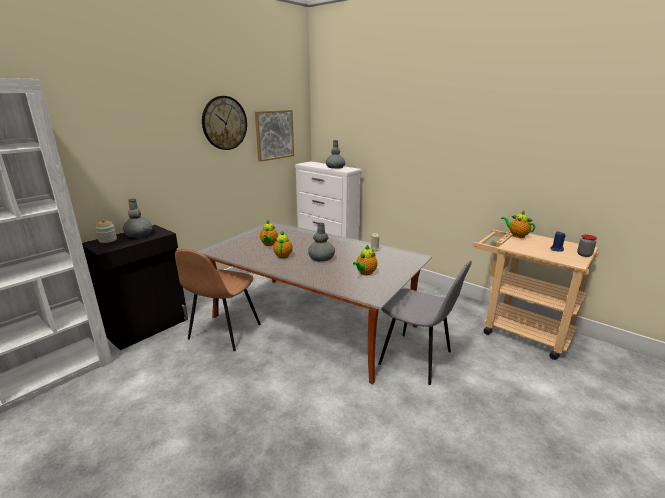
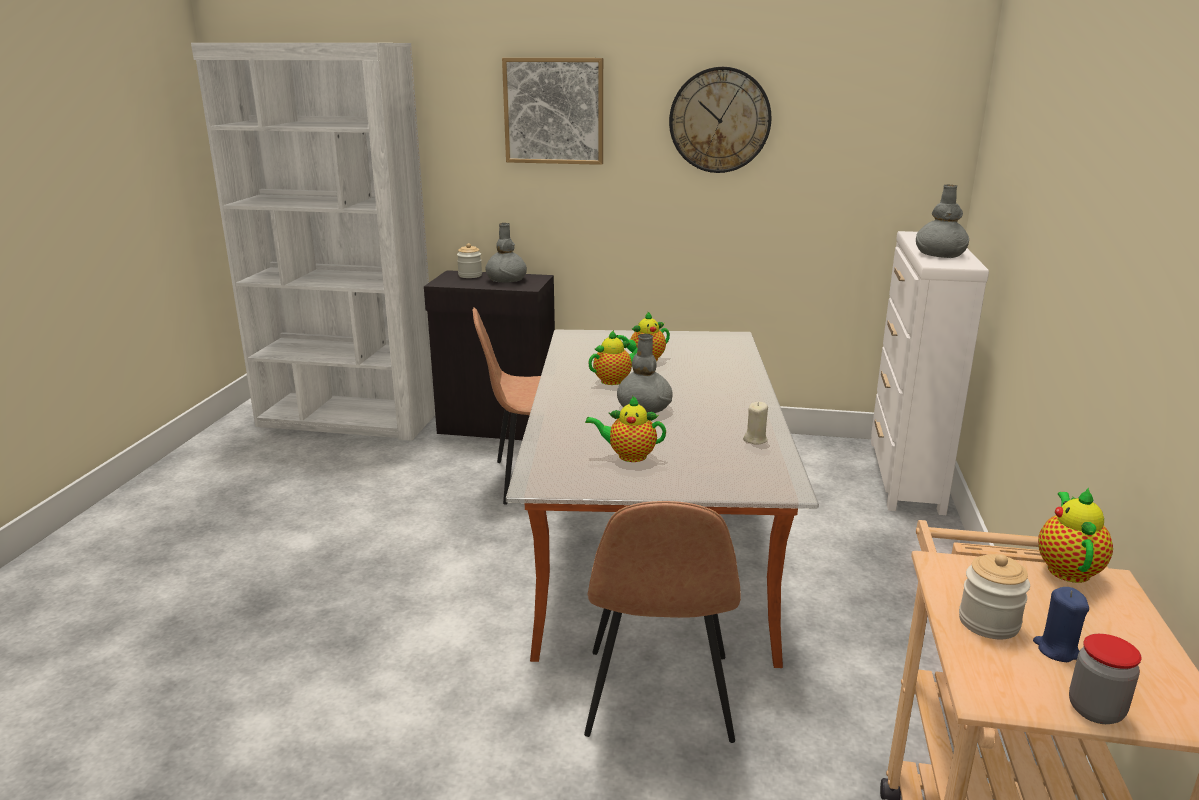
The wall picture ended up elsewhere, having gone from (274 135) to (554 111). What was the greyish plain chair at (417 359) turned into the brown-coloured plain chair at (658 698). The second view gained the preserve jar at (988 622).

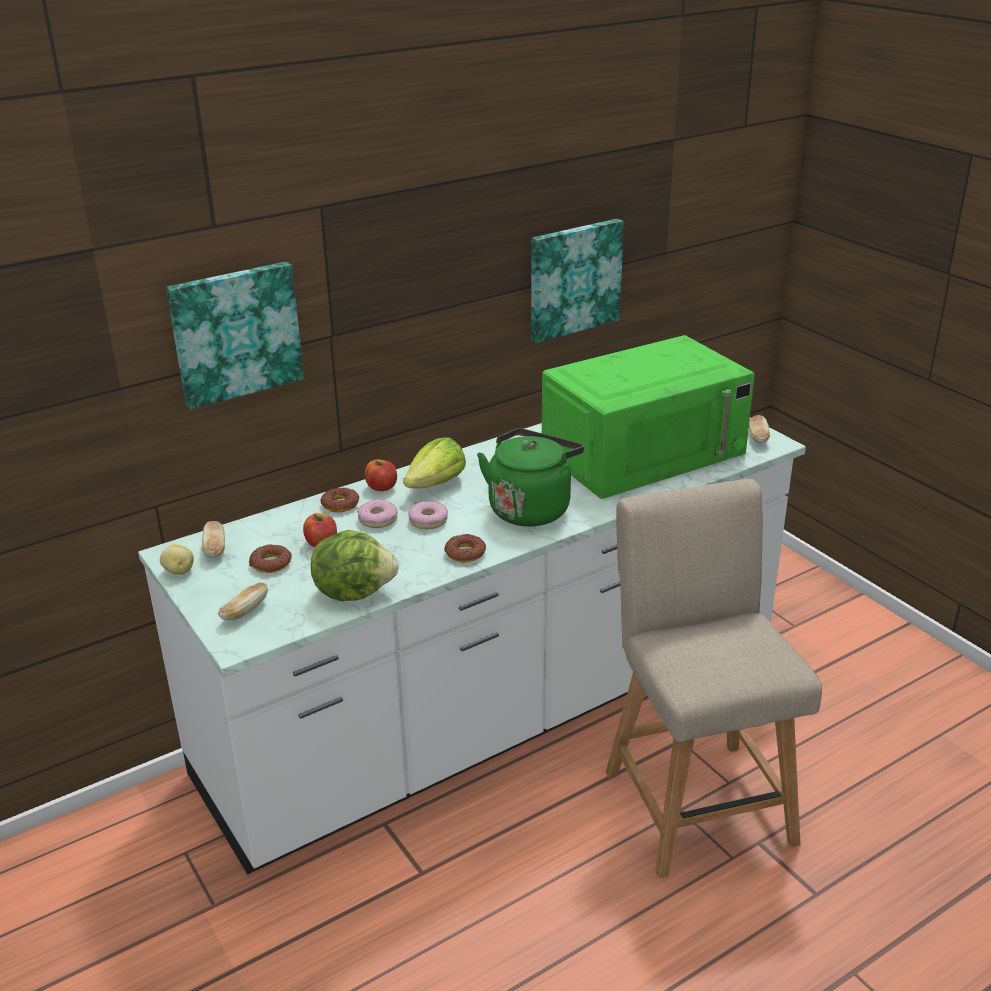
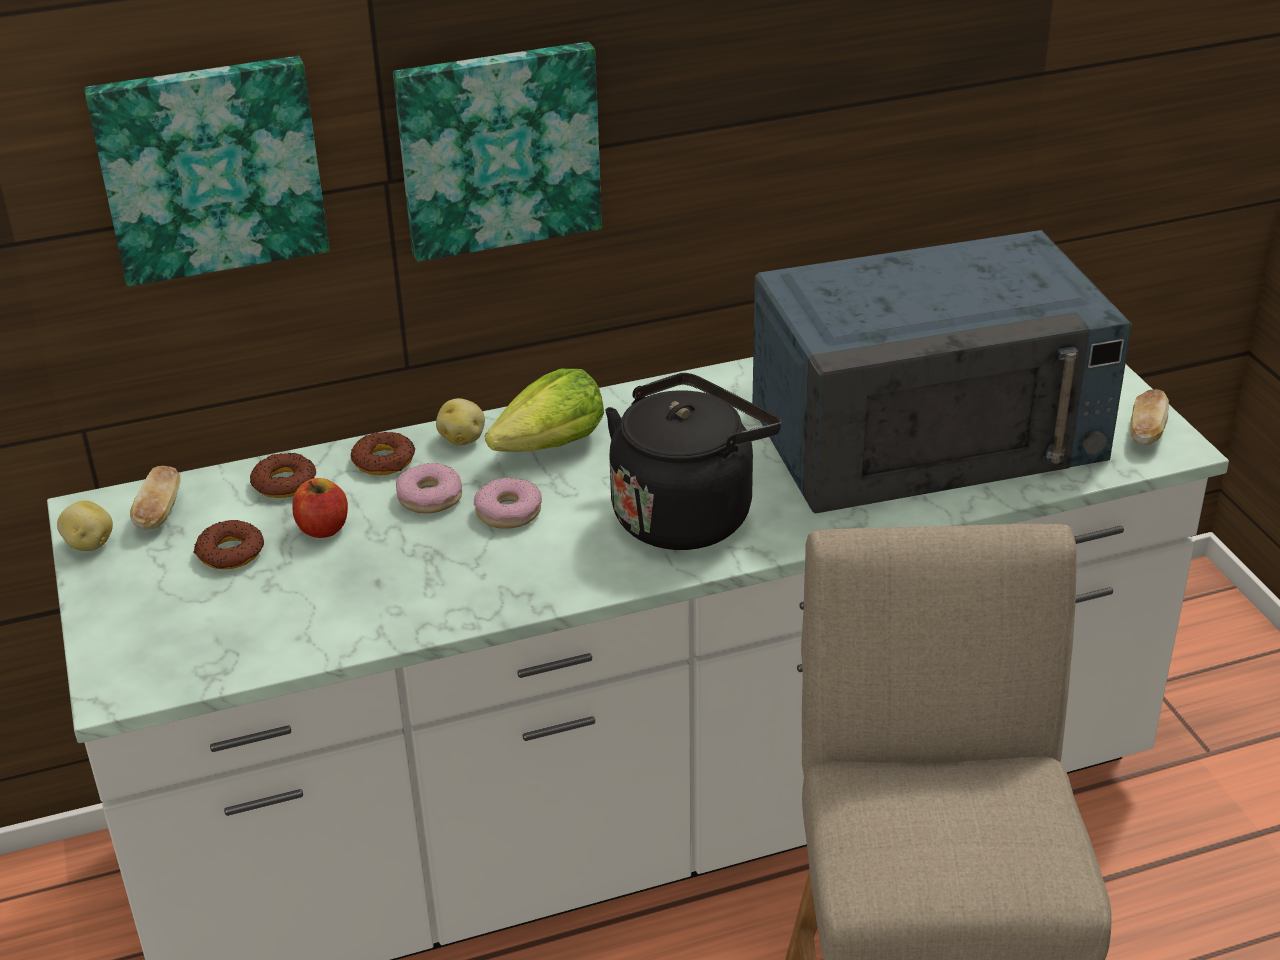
The ring doughnut ended up elsewhere, having gone from (465 553) to (284 482). The wall picture ended up elsewhere, having gone from (573 278) to (498 148). Where the whole apple stood at (382 487), the whole potato came to stand at (462 438). What was the greenish tea kettle at (531 508) turned into the black-coloured tea kettle at (687 513). What was the greenish microwave oven at (644 451) turned into the blue-coloured microwave oven at (929 431). The second view lost the bread at (244 611). The second view lost the head of lettuce at (354 591).

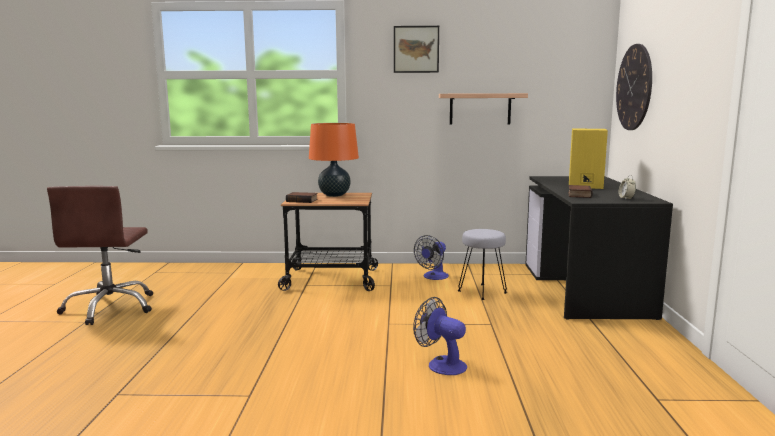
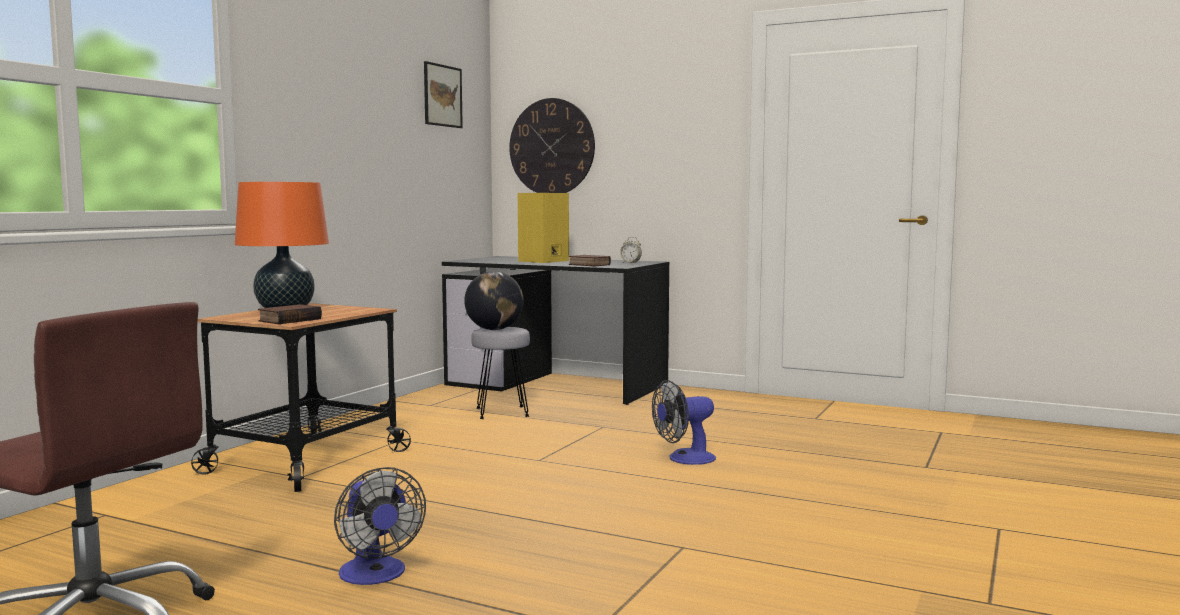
The fan ended up elsewhere, having gone from (433 277) to (376 575). The wall picture ended up elsewhere, having gone from (416 49) to (442 95). The second view gained the world globe at (494 329). The second view lost the wall shelf at (480 109).

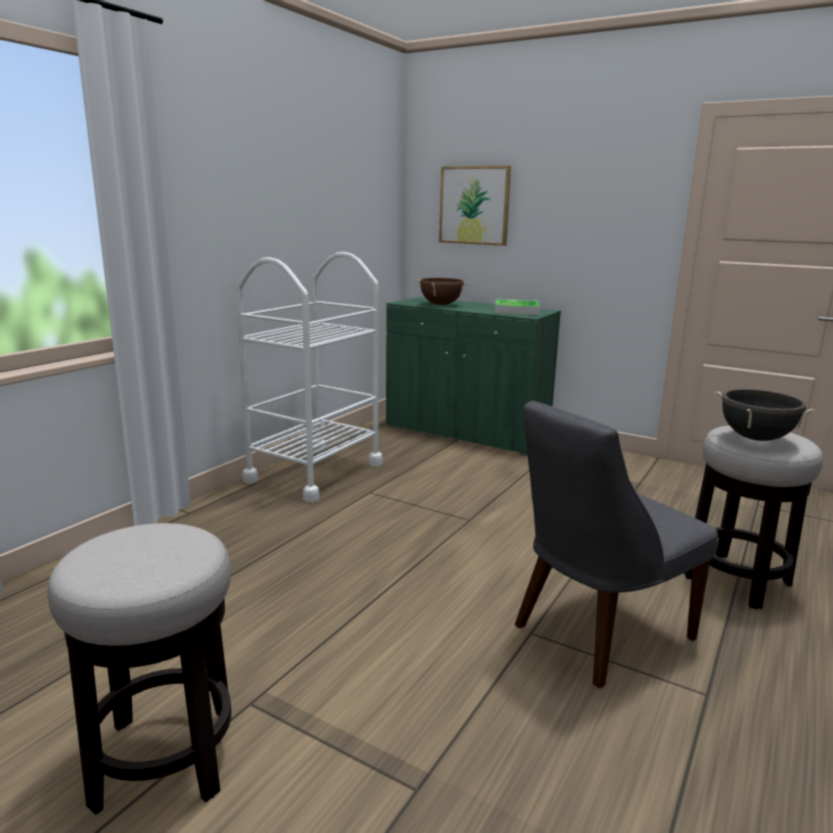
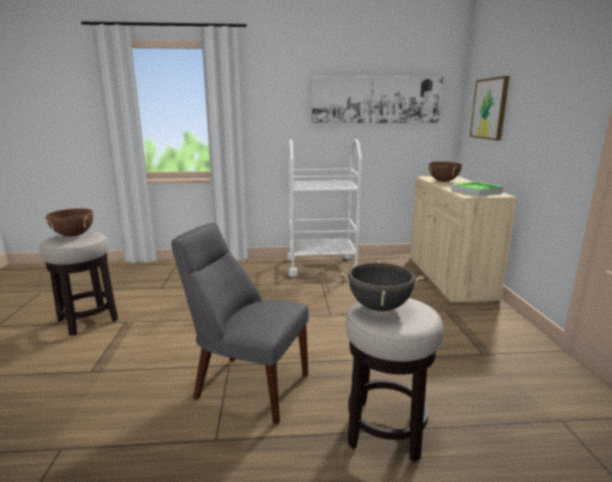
The second view gained the brown-coloured cooking pot at (73 235). The second view gained the wall picture at (376 100). What was the greenish storage cabinet at (466 432) turned into the sand-coloured storage cabinet at (448 278).

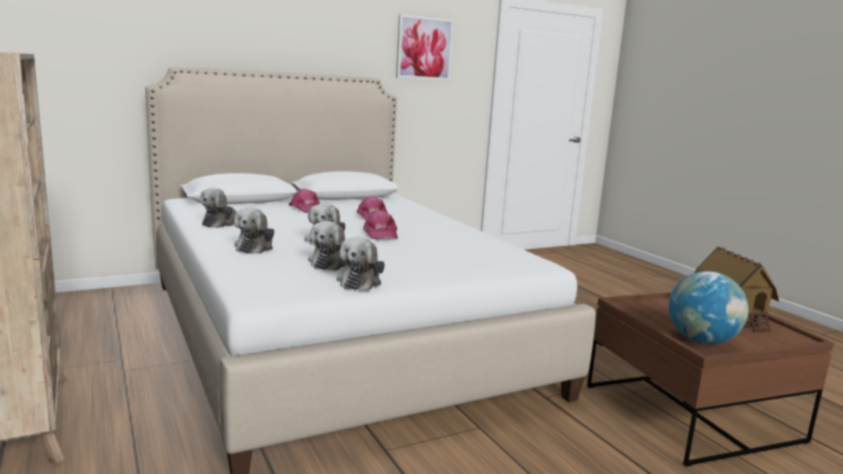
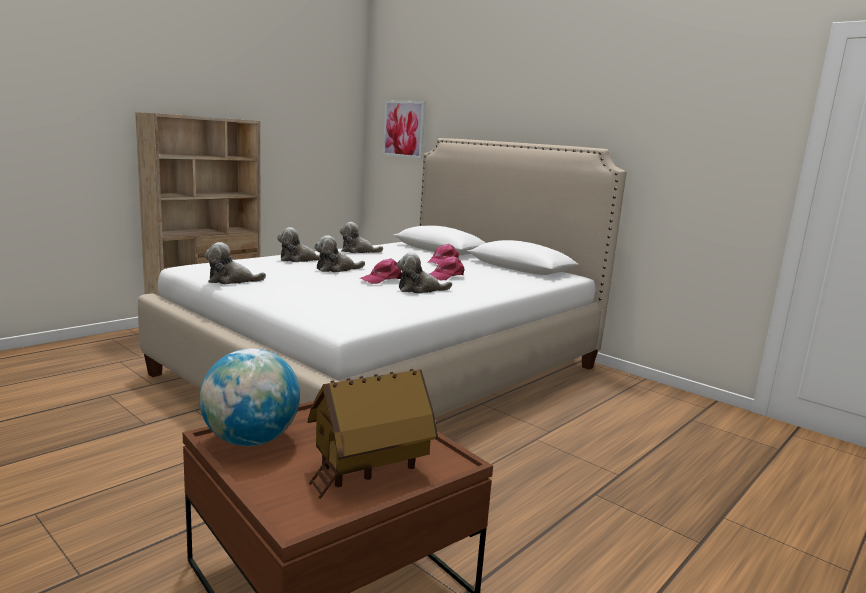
The wall picture ended up elsewhere, having gone from (424 48) to (404 129). The cuddly toy ended up elsewhere, having gone from (330 262) to (419 289).

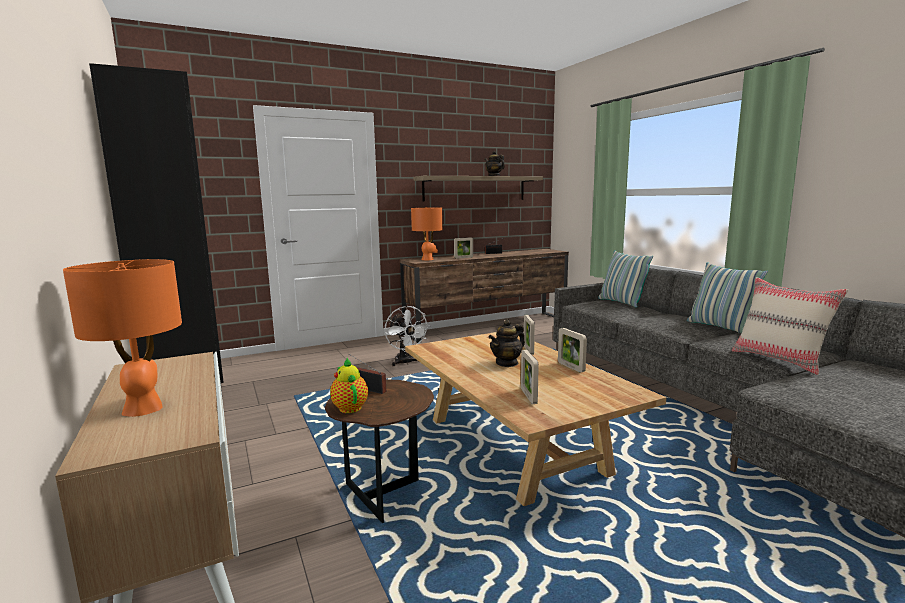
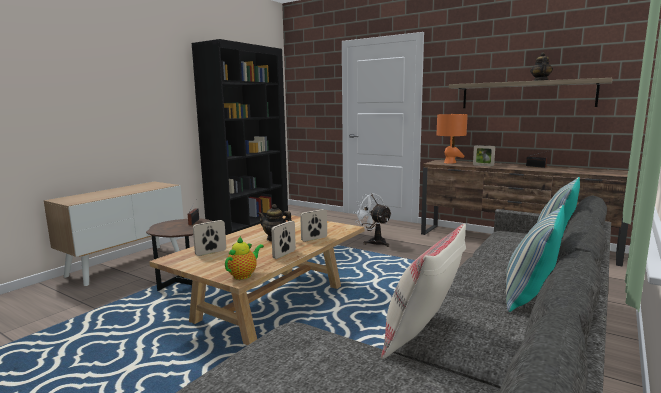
The pot for tea ended up elsewhere, having gone from (349 407) to (244 275). The white-coloured fan at (406 363) ended up facing another way, 105 degrees clockwise from before. The second view lost the orangey table lamp at (143 408).

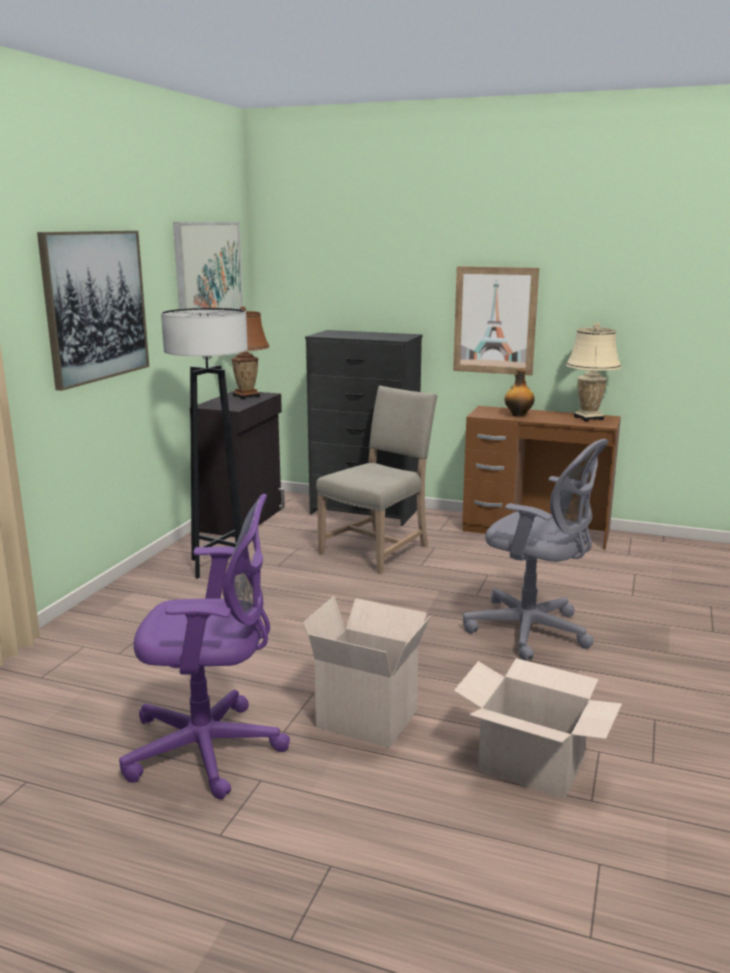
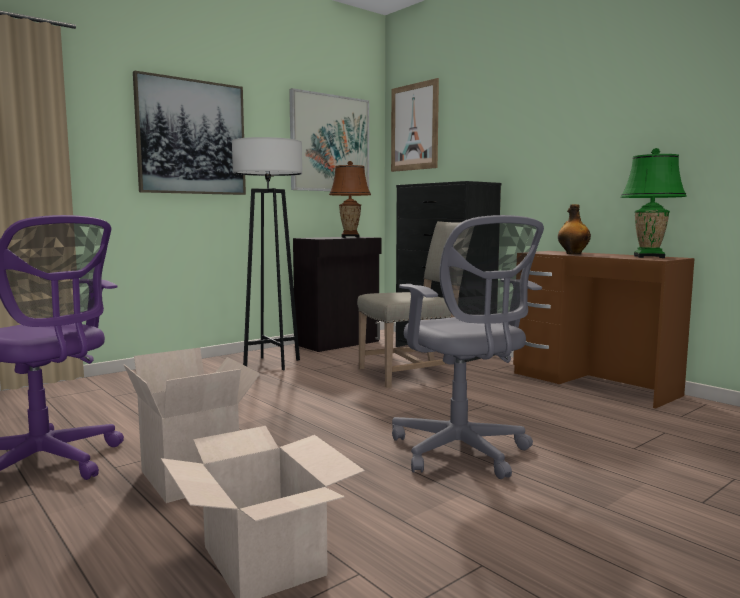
The wall picture ended up elsewhere, having gone from (495 320) to (414 127). What was the sand-coloured table lamp at (588 418) turned into the greenish table lamp at (648 257).

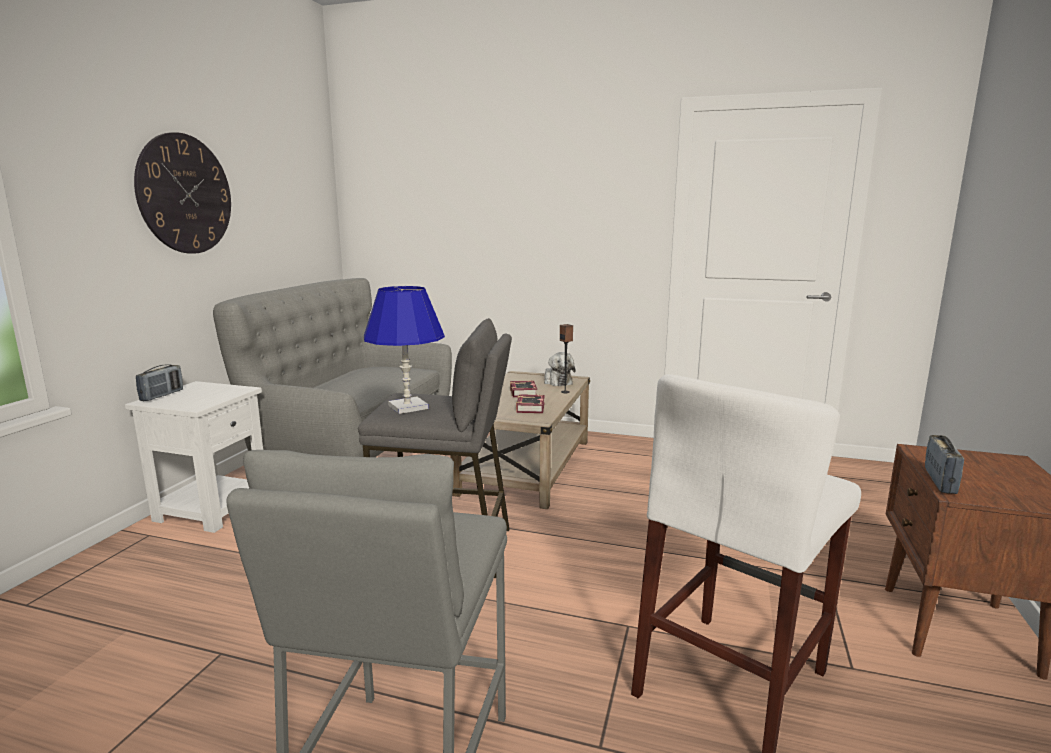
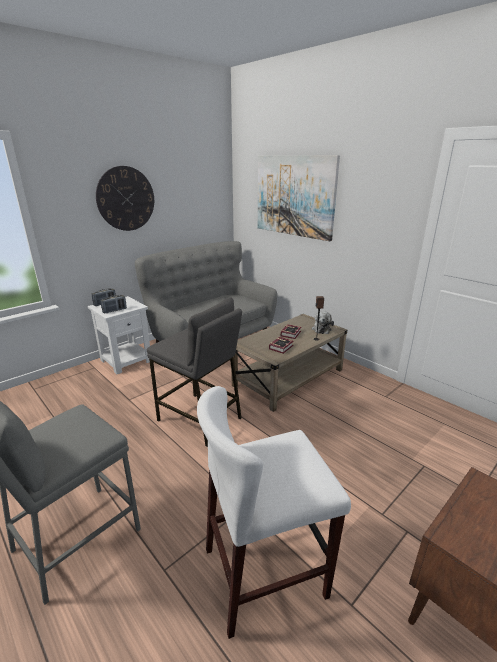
The radio ended up elsewhere, having gone from (940 481) to (114 310). The second view gained the wall picture at (294 196). The second view lost the blue-coloured table lamp at (407 407).

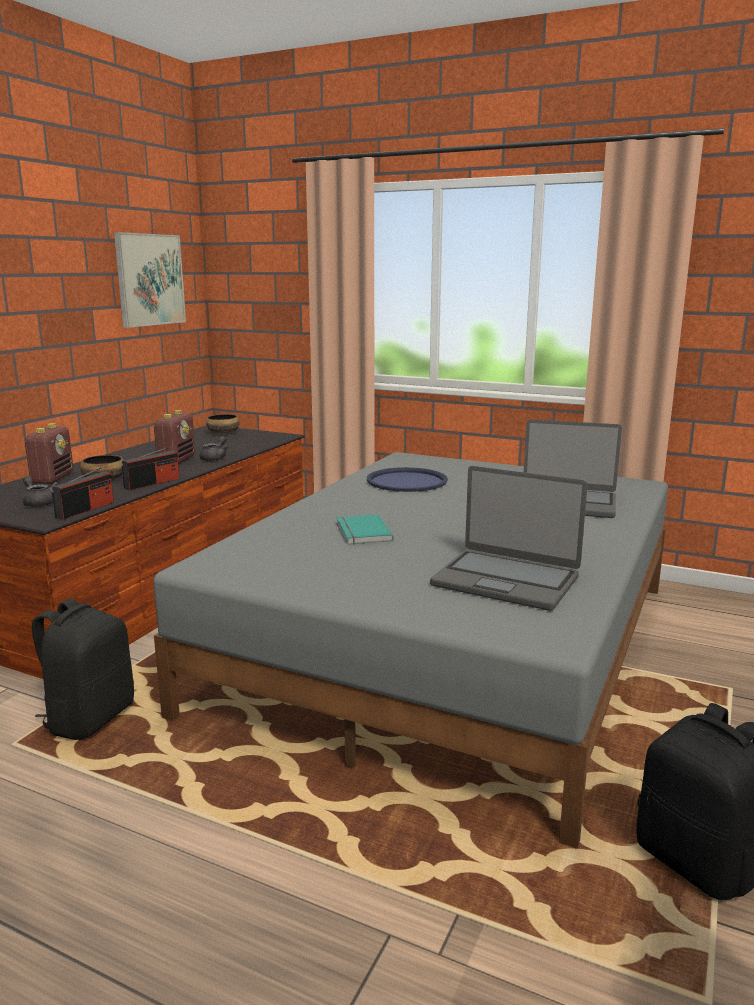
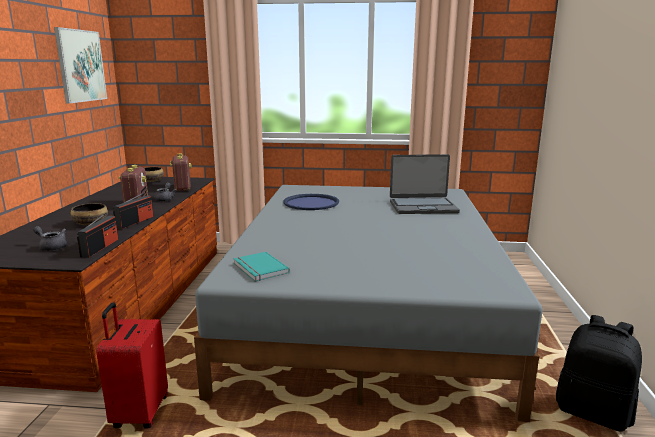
Where the black-coloured rucksack stood at (89 718), the red-coloured suitcase came to stand at (139 413). The radio ended up elsewhere, having gone from (52 478) to (182 188). The blue-green book ended up elsewhere, having gone from (361 532) to (259 269). The second view lost the laptop at (506 580).

